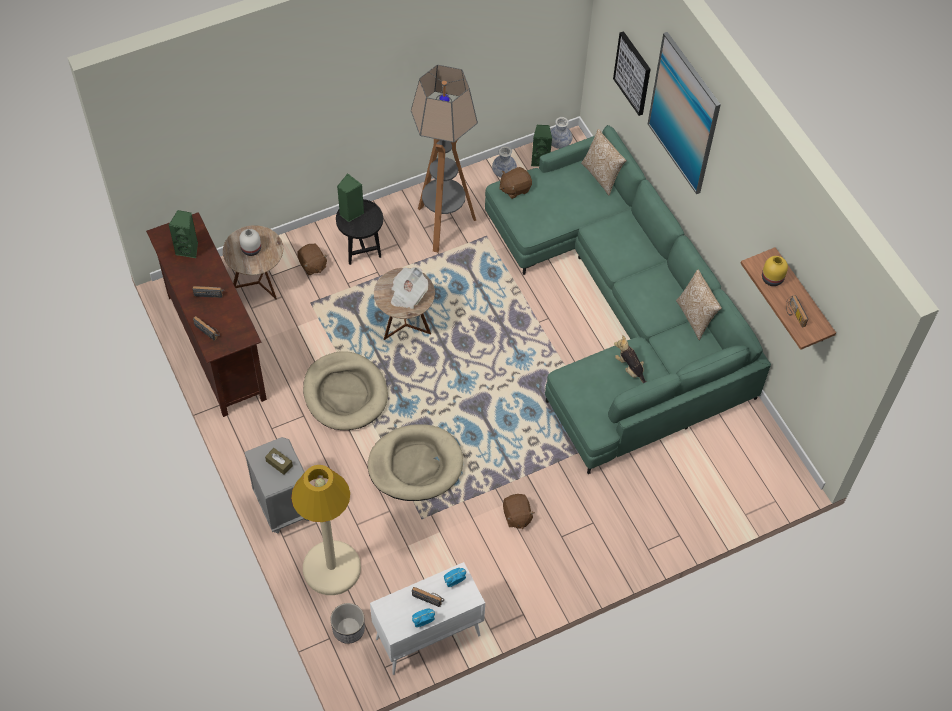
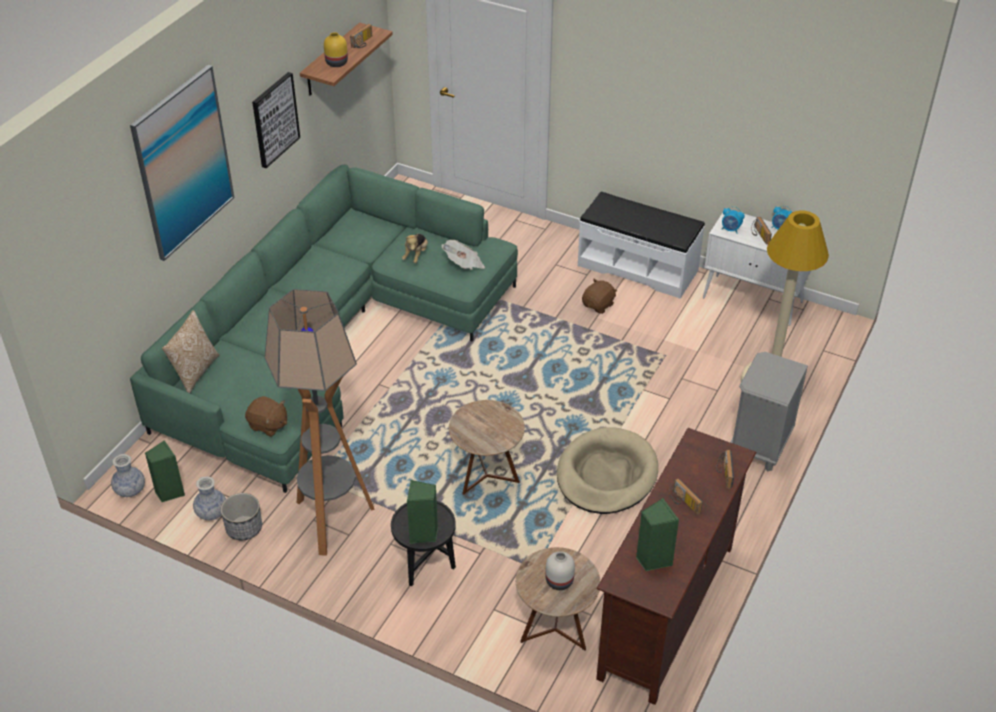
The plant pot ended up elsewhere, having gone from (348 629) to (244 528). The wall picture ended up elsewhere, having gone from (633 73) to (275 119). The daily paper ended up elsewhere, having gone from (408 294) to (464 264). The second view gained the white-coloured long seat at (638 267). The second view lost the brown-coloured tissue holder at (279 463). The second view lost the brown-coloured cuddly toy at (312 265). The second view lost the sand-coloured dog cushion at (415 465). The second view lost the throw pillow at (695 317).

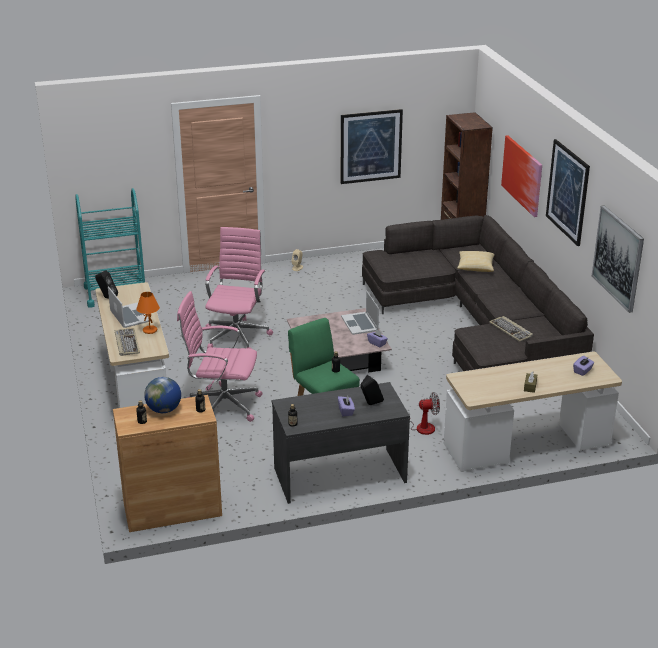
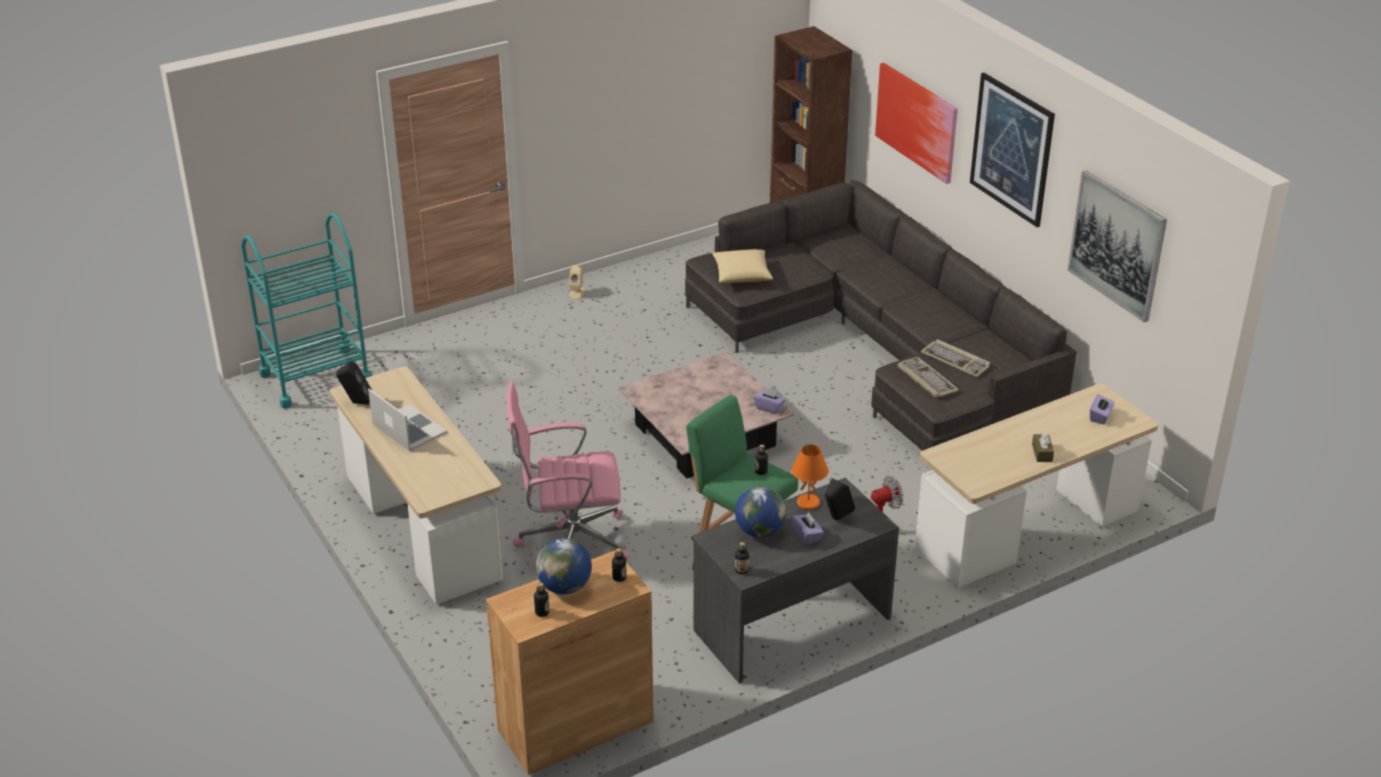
The throw pillow ended up elsewhere, having gone from (475 267) to (742 276). The second view gained the world globe at (759 531). The orangey table lamp ended up elsewhere, having gone from (150 330) to (808 503). The PC keyboard ended up elsewhere, having gone from (126 343) to (926 379). The second view lost the pink computer chair at (237 335). The second view lost the wall picture at (371 146). The second view lost the laptop at (360 323).

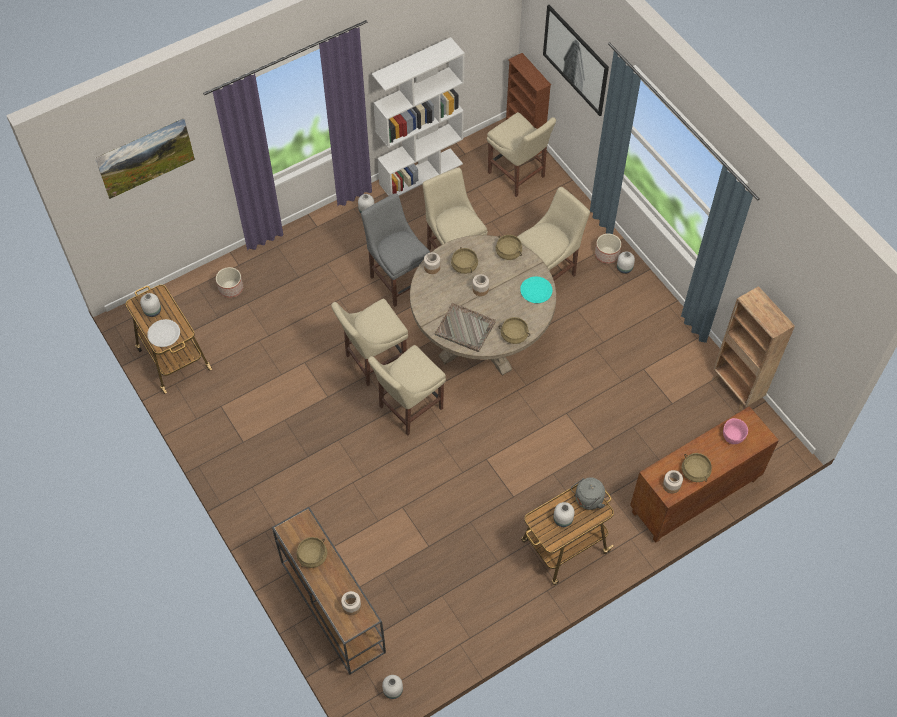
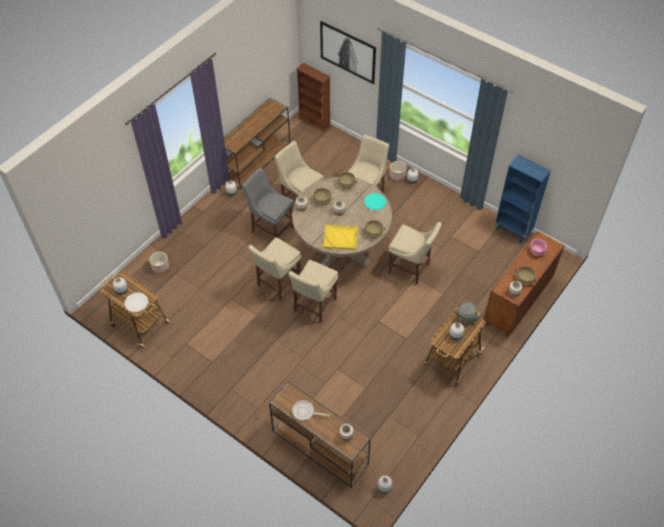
Where the white-coloured shelving unit stood at (421 173), the brown-coloured console table came to stand at (257 160). Where the sand-coloured cooking pot stood at (312 556), the pan came to stand at (305 412). What was the greyish serving tray at (465 328) turned into the yellow-coloured serving tray at (340 238). The sand-coloured plain chair ended up elsewhere, having gone from (518 176) to (411 269). What was the brown-coloured shelving unit at (736 389) turned into the blue-coloured shelving unit at (513 231). The second view lost the wall picture at (149 169).

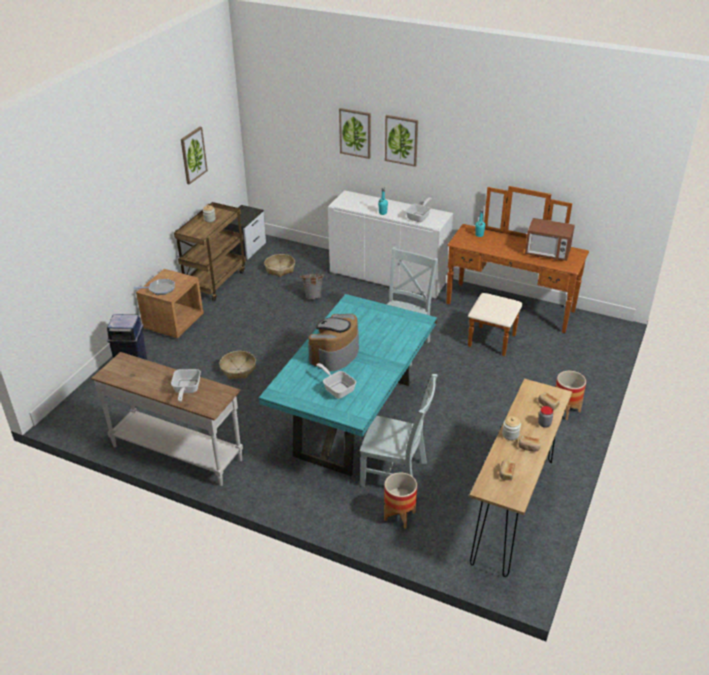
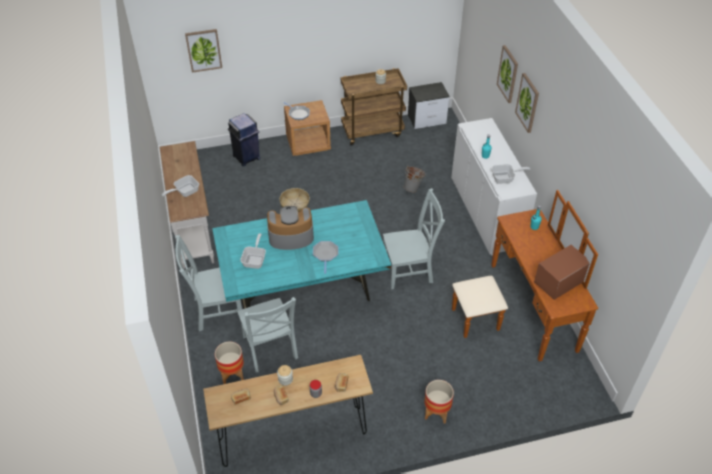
The second view gained the greyish plain chair at (216 310). The wall picture ended up elsewhere, having gone from (193 155) to (203 50). The second view gained the pan at (325 254). The microwave oven at (547 253) ended up facing another way, 75 degrees clockwise from before. The second view lost the storage basket at (280 269).

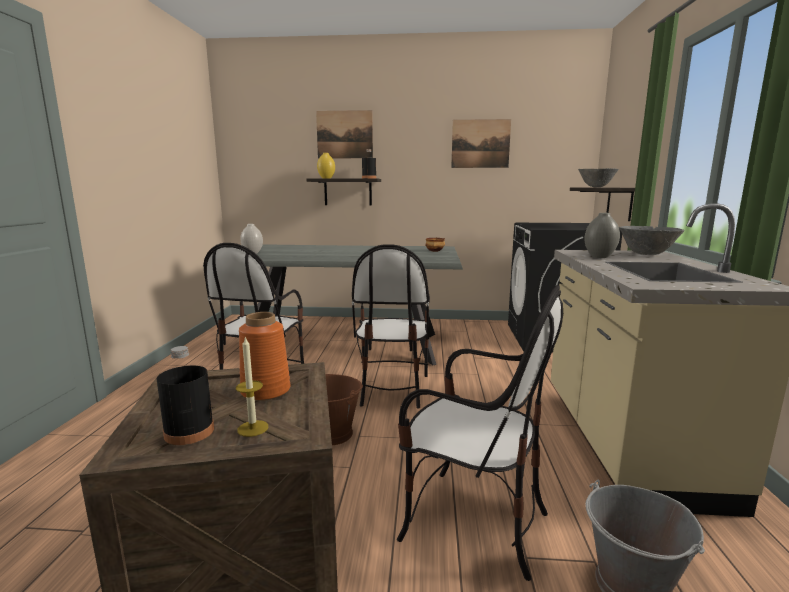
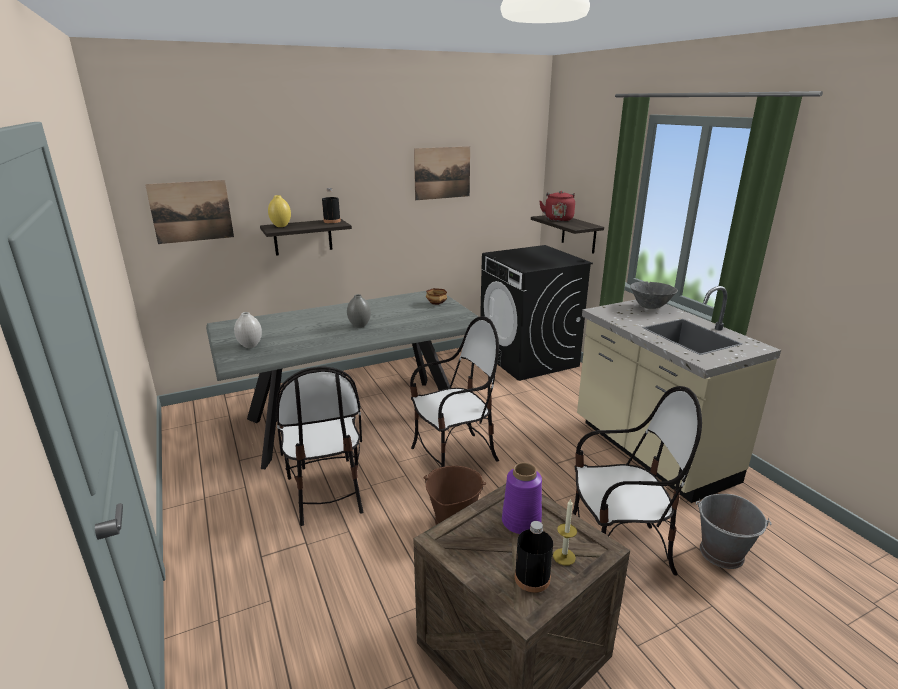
The wall picture ended up elsewhere, having gone from (344 134) to (191 211). The greyish vase ended up elsewhere, having gone from (600 257) to (360 326). The plain chair at (392 389) ended up facing another way, 90 degrees counterclockwise from before. What was the orangey vase at (266 391) turned into the purplish vase at (521 522). Where the greyish bowl stood at (596 187), the red-coloured tea kettle came to stand at (558 219).

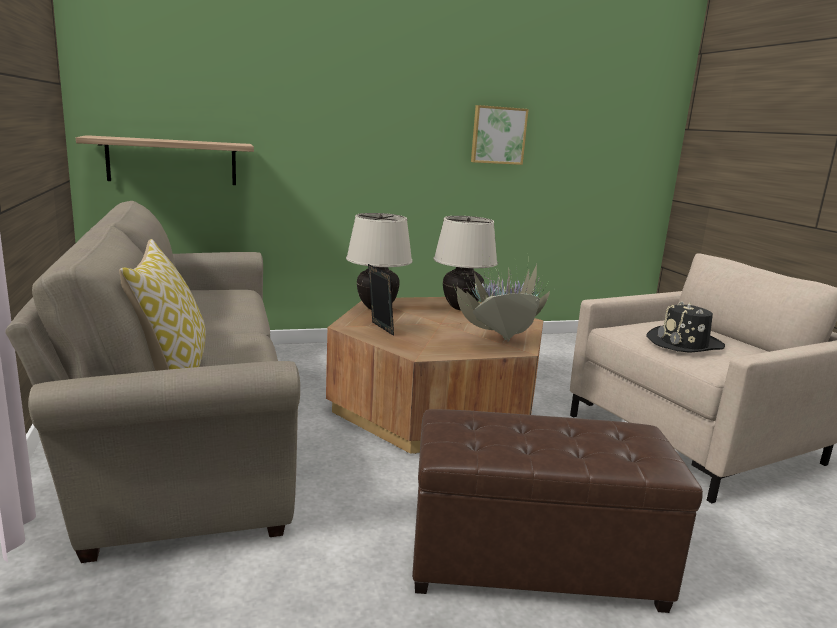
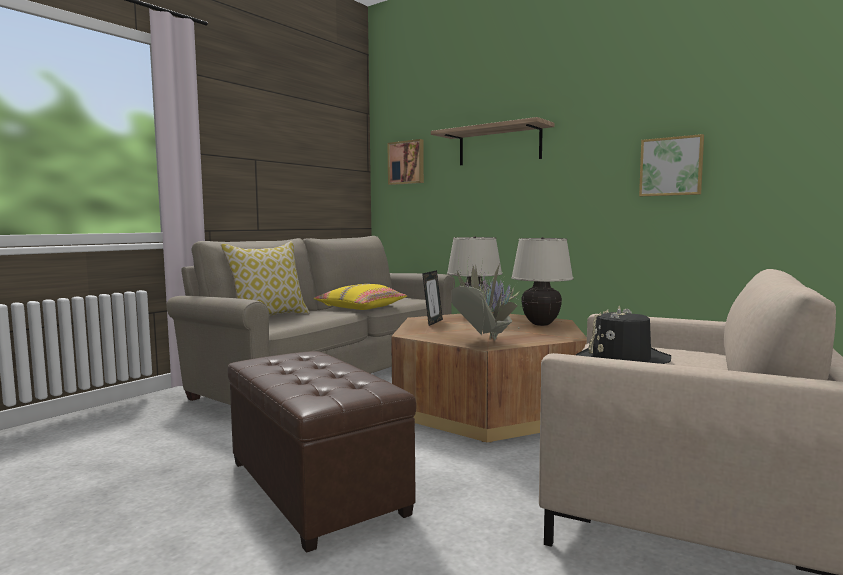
The second view gained the yellow-coloured throw pillow at (361 307). The second view gained the wall picture at (406 162). The wall shelf ended up elsewhere, having gone from (172 161) to (499 145).

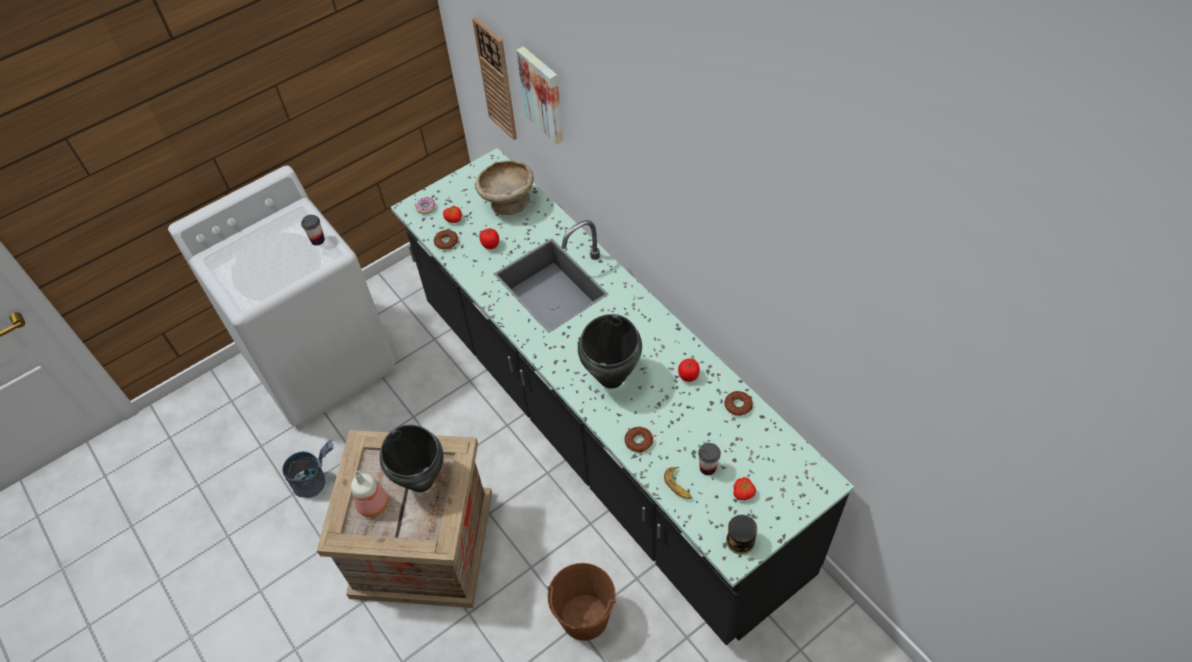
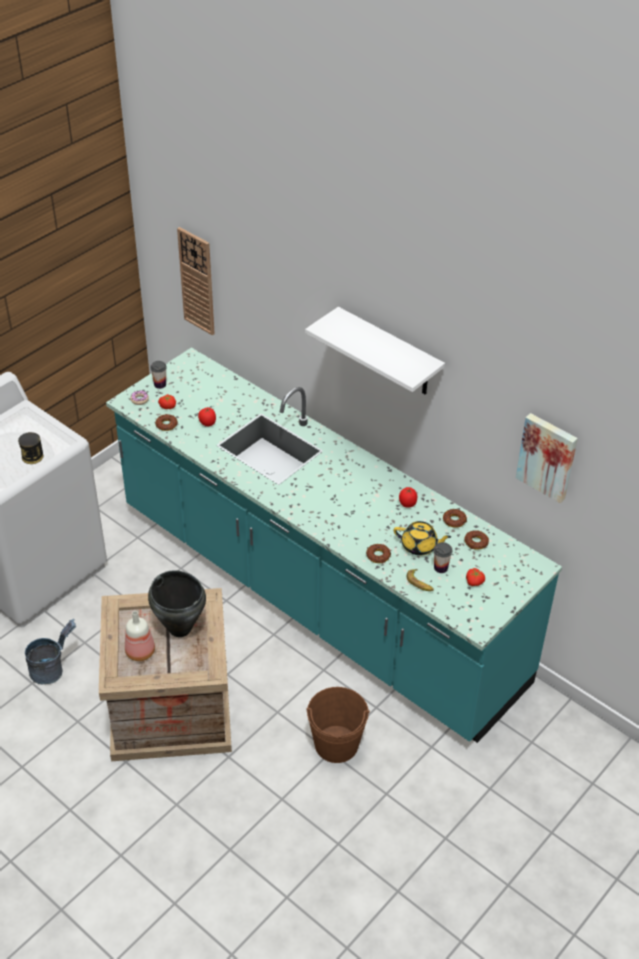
The metal can ended up elsewhere, having gone from (740 541) to (32 456). What was the black-coloured counter at (603 432) turned into the blue-green counter at (317 595). The small cup ended up elsewhere, having gone from (317 240) to (160 384). The second view gained the white-coloured wall shelf at (389 353). The second view gained the yellow-coloured pot for tea at (420 546). The second view gained the ring doughnut at (476 542). The wall picture ended up elsewhere, having gone from (543 94) to (547 456). The second view lost the sand-coloured bowl at (507 203). The second view lost the black-coloured cooking pot at (612 377).

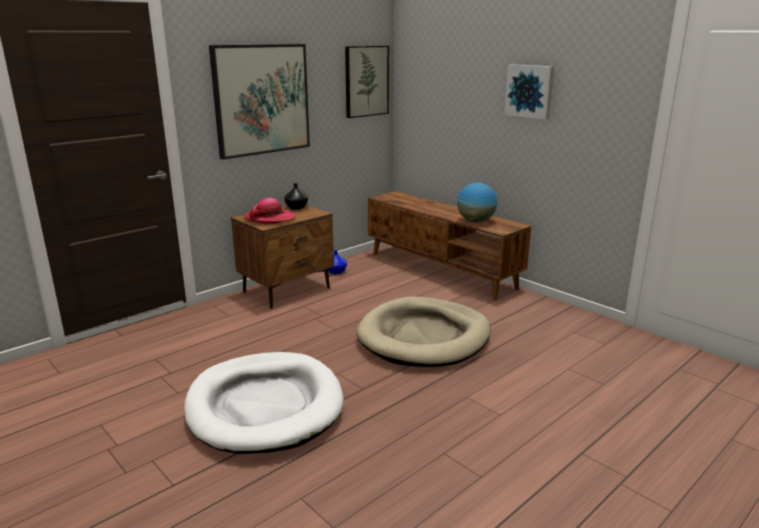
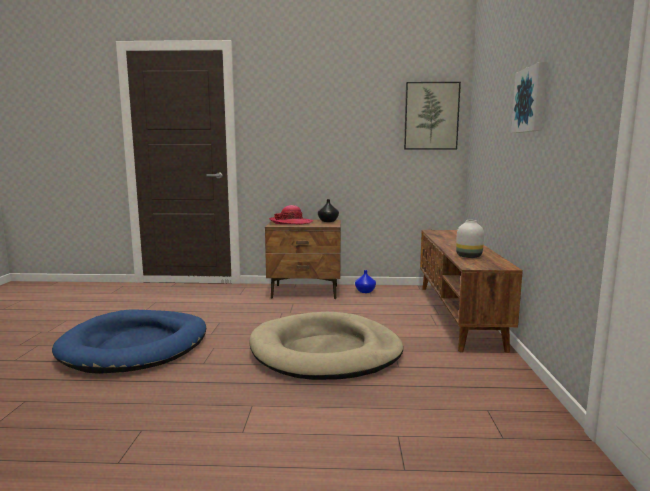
What was the white-coloured dog cushion at (265 406) turned into the blue-coloured dog cushion at (136 346). Where the world globe stood at (475 221), the white-coloured vase came to stand at (468 256). The second view lost the wall picture at (261 100).

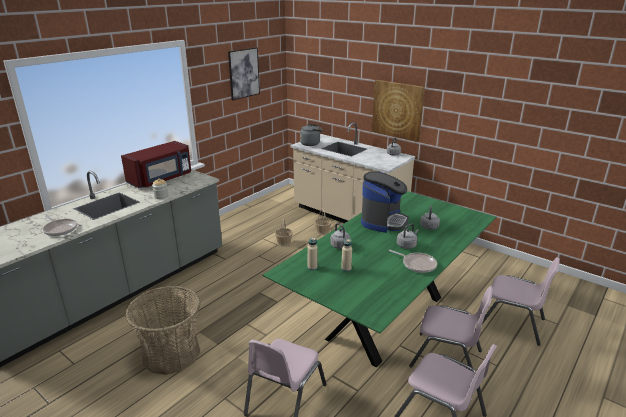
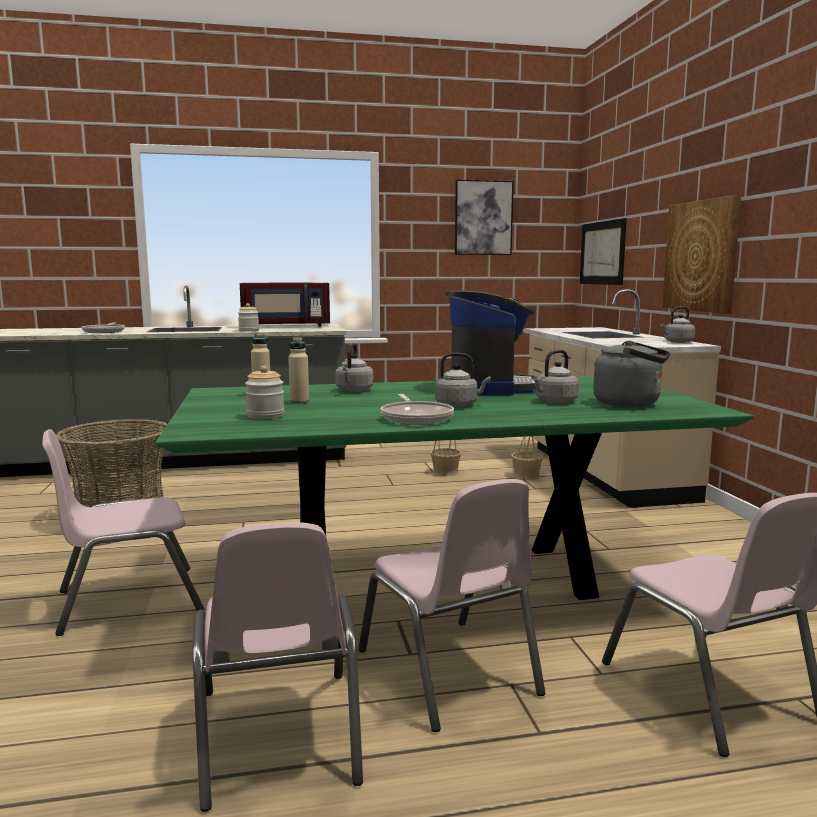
The second view gained the preserve jar at (265 416). The coffee maker at (383 221) ended up facing another way, 60 degrees counterclockwise from before. The second view gained the wall picture at (602 253). The greyish tea kettle ended up elsewhere, having gone from (311 143) to (631 403).

